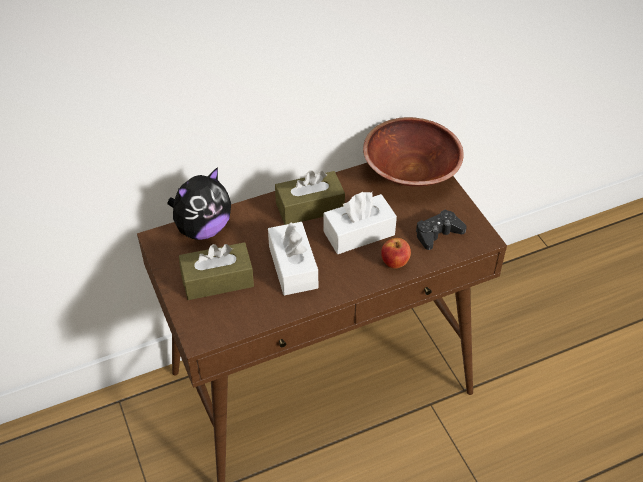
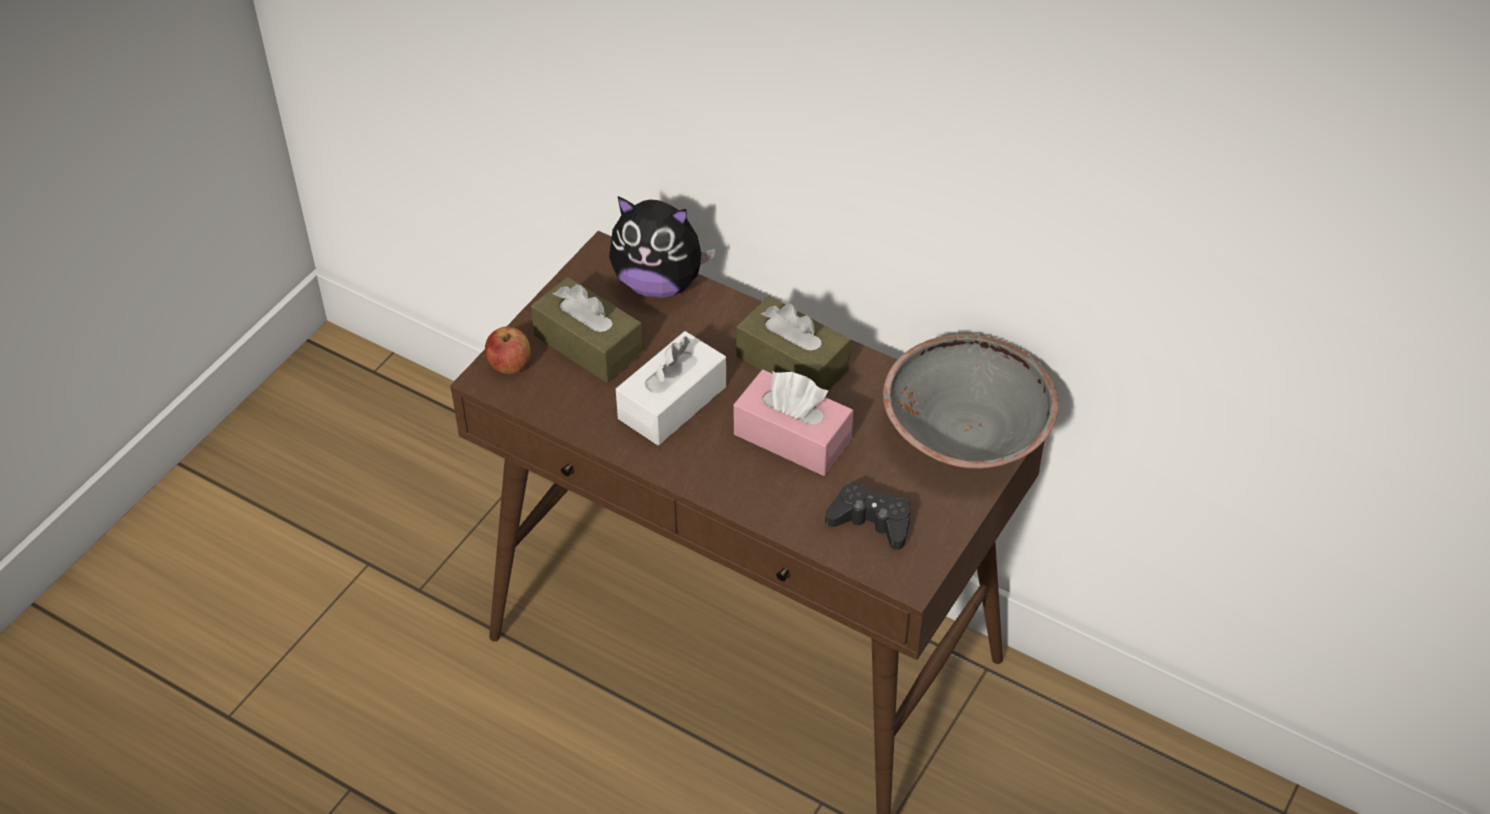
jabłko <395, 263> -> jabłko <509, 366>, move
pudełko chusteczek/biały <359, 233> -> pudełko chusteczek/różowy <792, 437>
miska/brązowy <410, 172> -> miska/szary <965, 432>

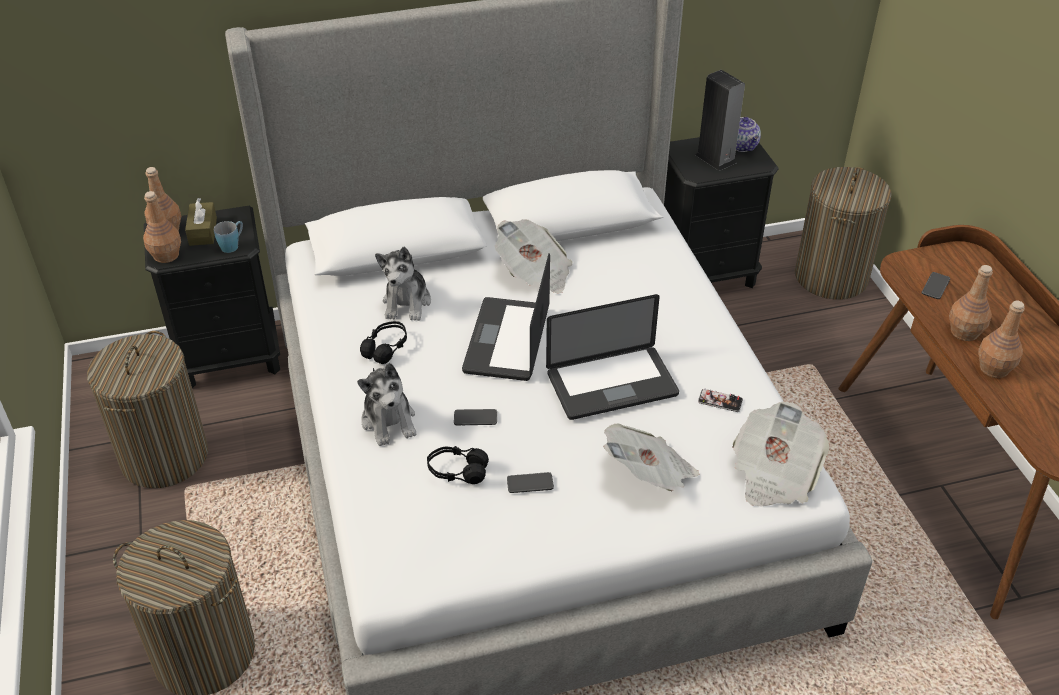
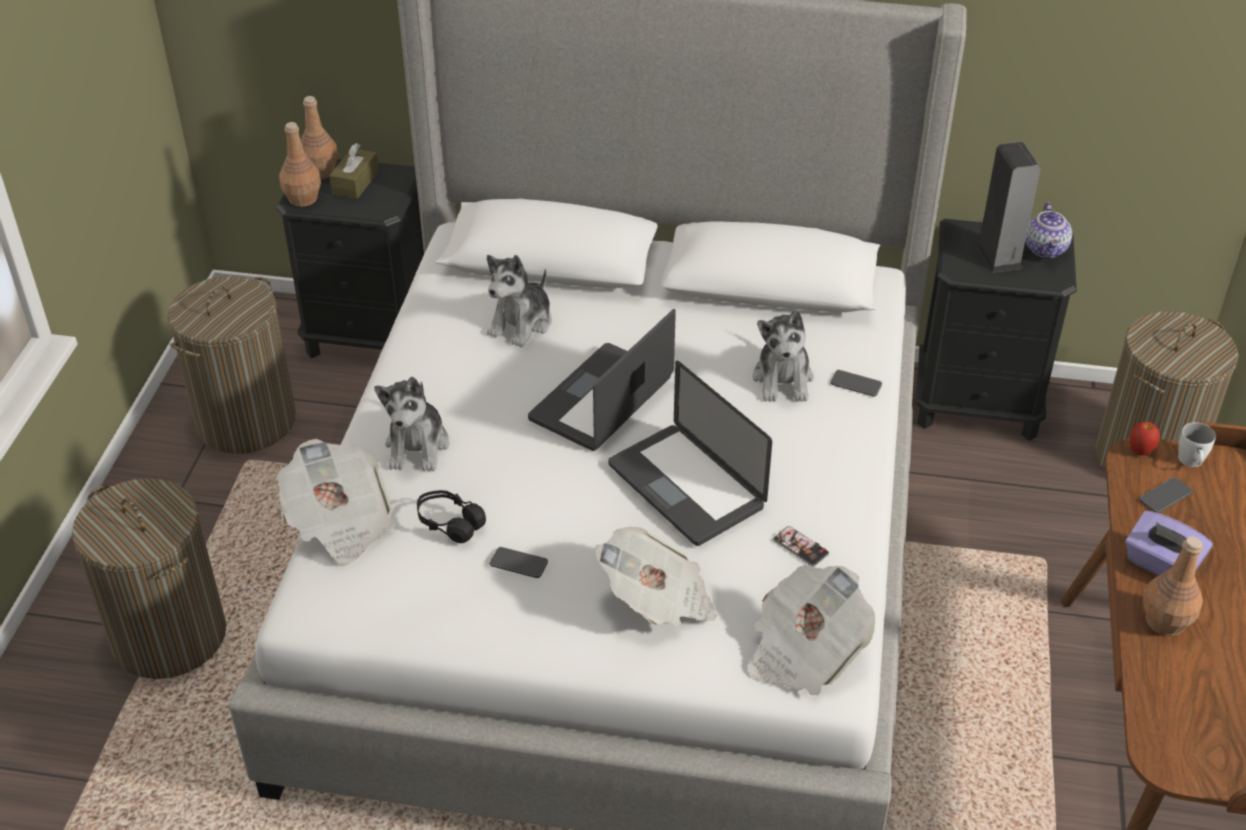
gazeta <534, 273> -> gazeta <339, 522>, move
laptop <612, 384> -> laptop <686, 486>, 45 degrees clockwise
none -> pluszak <783, 379>
telefon <475, 418> -> telefon <856, 384>, move
butelka/brązowy <964, 332> -> pudełko chusteczek/fioletowy <1160, 564>
none -> jabłko <1140, 451>
none -> kubek/biały <1191, 463>
kubek/niebieski <233, 245> -> none
słuchawki/czarny <386, 348> -> none

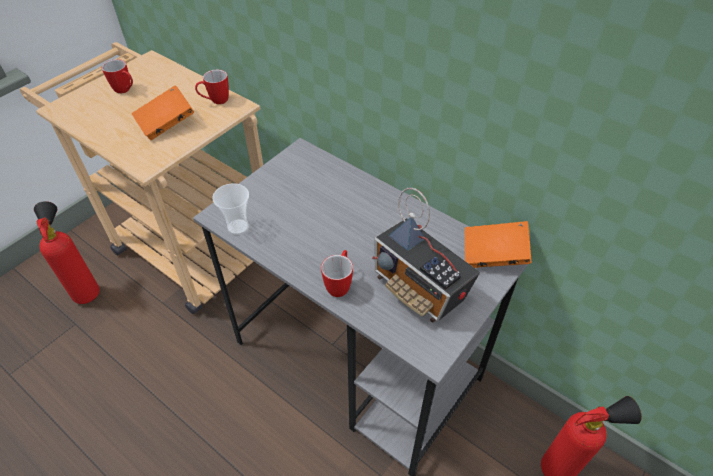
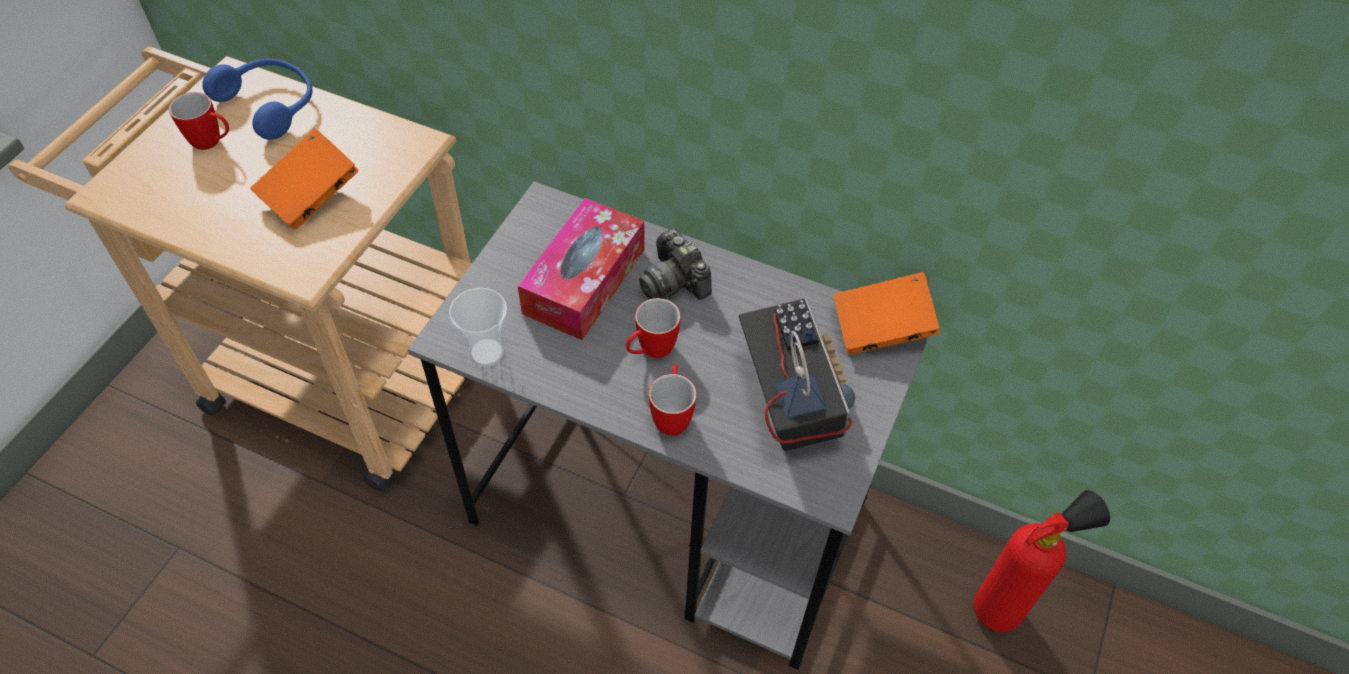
none -> słuchawki/niebieski <271, 104>
none -> pudełko chusteczek <584, 281>
kubek <215, 101> -> kubek <650, 352>, move
none -> aparat fotograficzny <674, 281>
radio <420, 289> -> radio <790, 400>, 135 degrees counterclockwise
gaśnica <86, 290> -> none

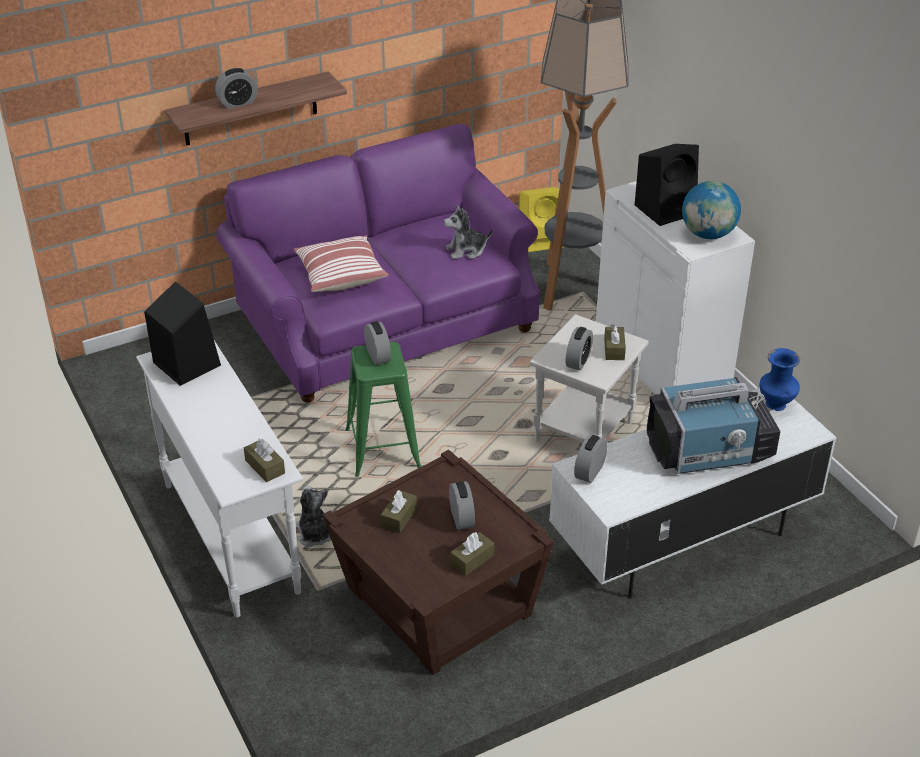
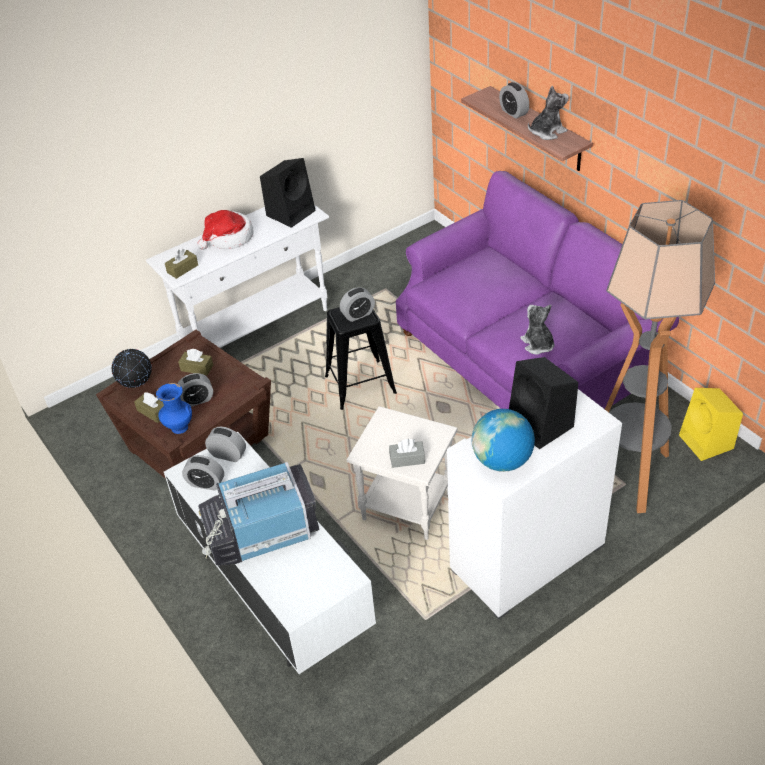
none -> globus <137, 386>
wazon/niebieski <776, 405> -> wazon/niebieski <179, 428>, move
budzik <578, 361> -> budzik <206, 483>, move
none -> kapelusz <228, 238>
telewizor <710, 450> -> telewizor <261, 533>, 90 degrees clockwise
stołek/zielony <382, 449> -> stołek/czarny <360, 385>
pudełko chusteczek/brązowy <614, 349> -> pudełko chusteczek/szary <407, 459>
pluszak <314, 534> -> pluszak <547, 132>, move
poduszka <340, 275> -> none

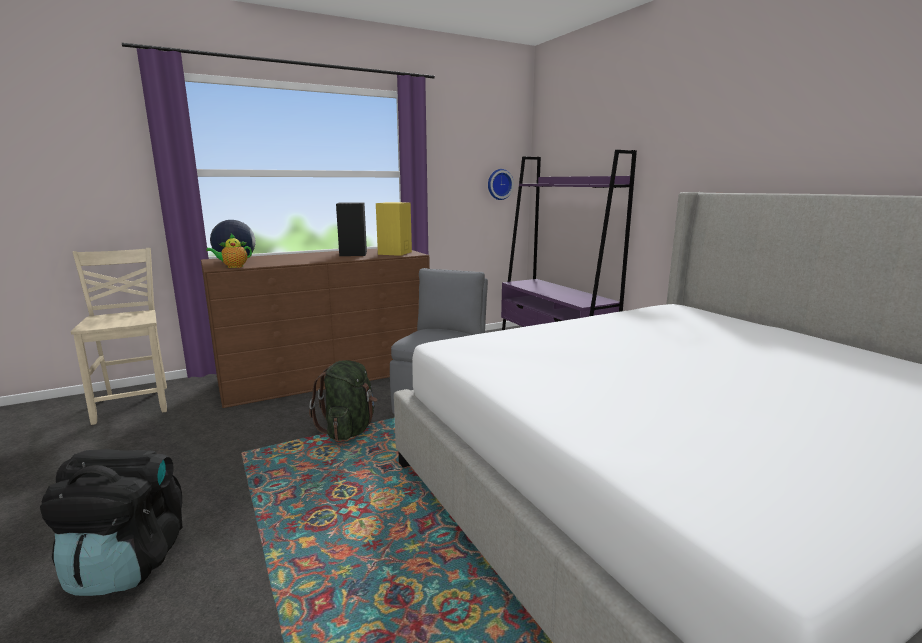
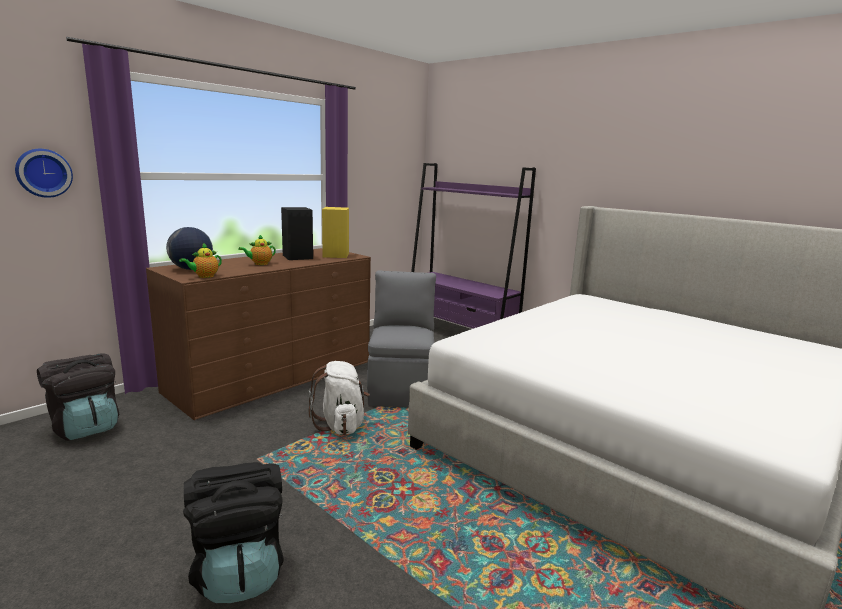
zegar ścienny <499, 184> -> zegar ścienny <43, 173>, move
krzesło/beżowy <135, 403> -> plecak/czarny <86, 427>
none -> imbryk <259, 264>
plecak/zielony <349, 430> -> plecak/biały <341, 425>

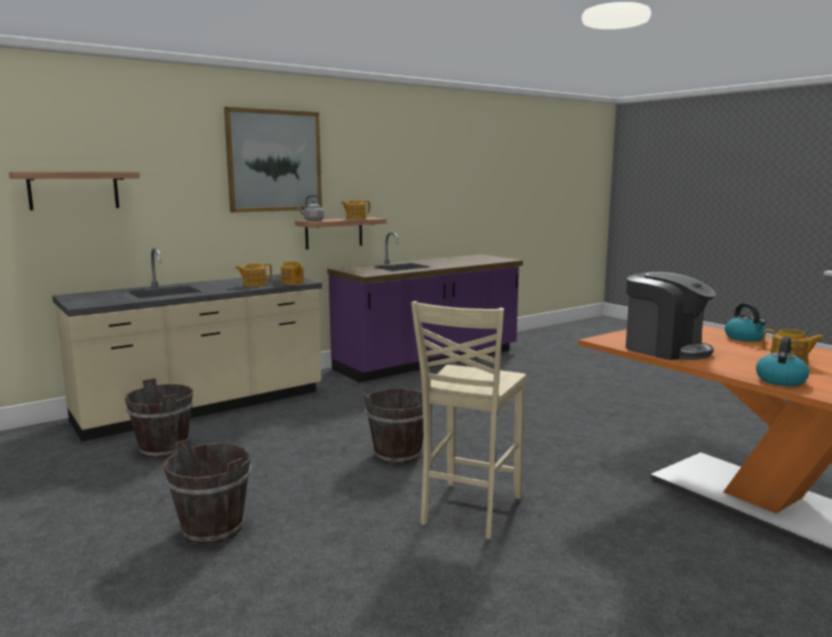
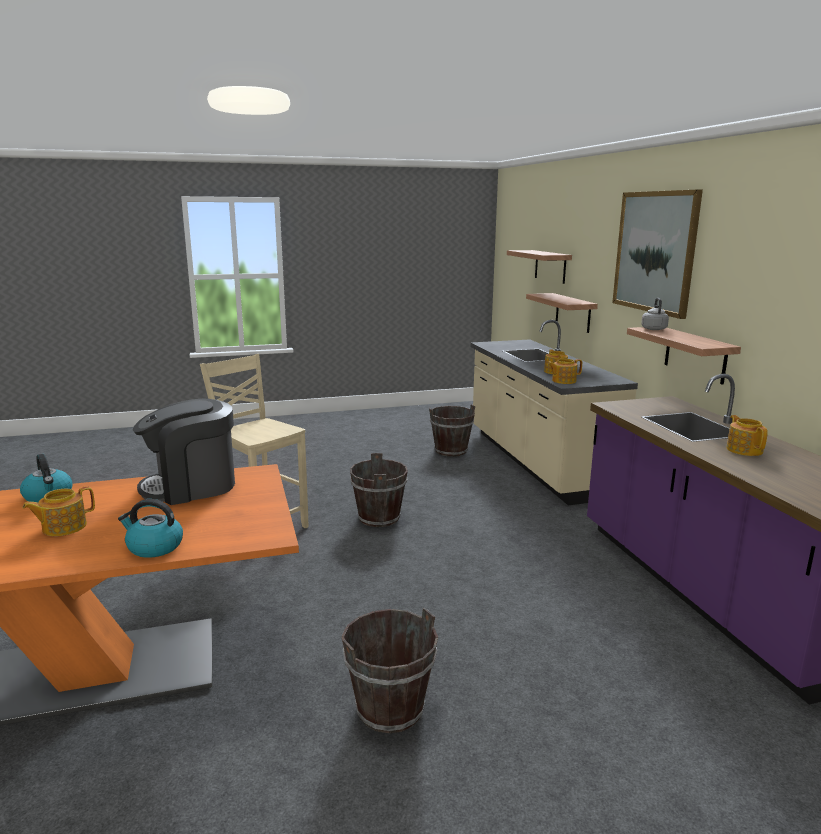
wiadro/brązowy <212, 529> -> wiadro/brązowy <390, 708>, move
none -> półka <573, 312>
imbryk <355, 218> -> imbryk <744, 450>, move

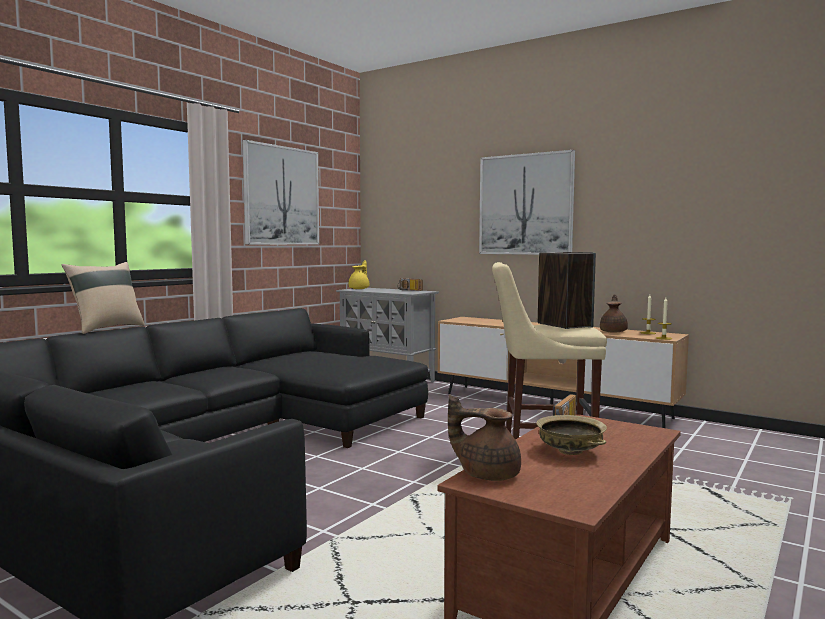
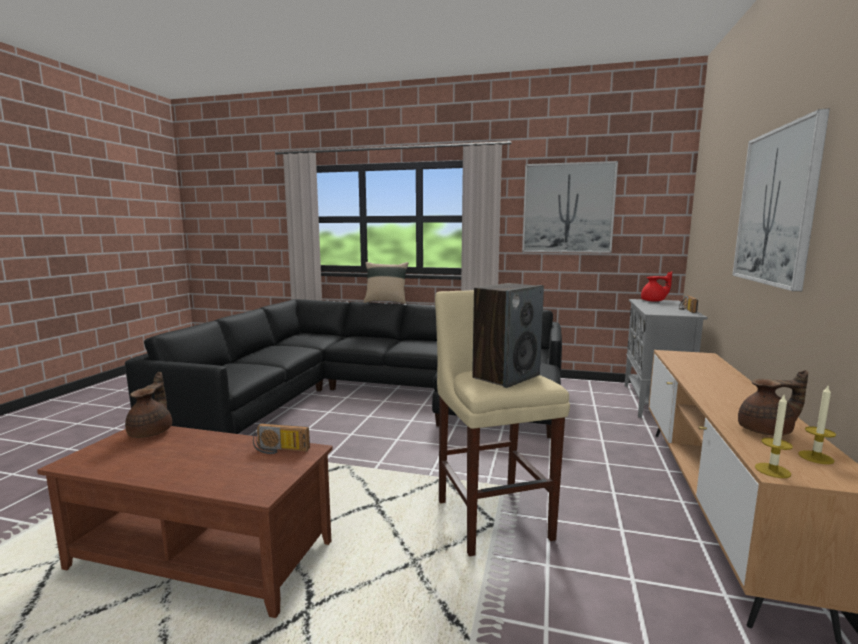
imbryk/żółty <359, 289> -> imbryk/czerwony <654, 301>
miska/beżowy <570, 451> -> none

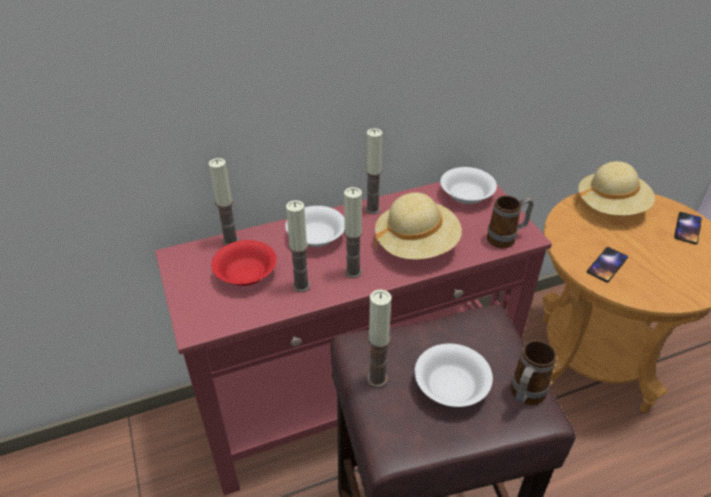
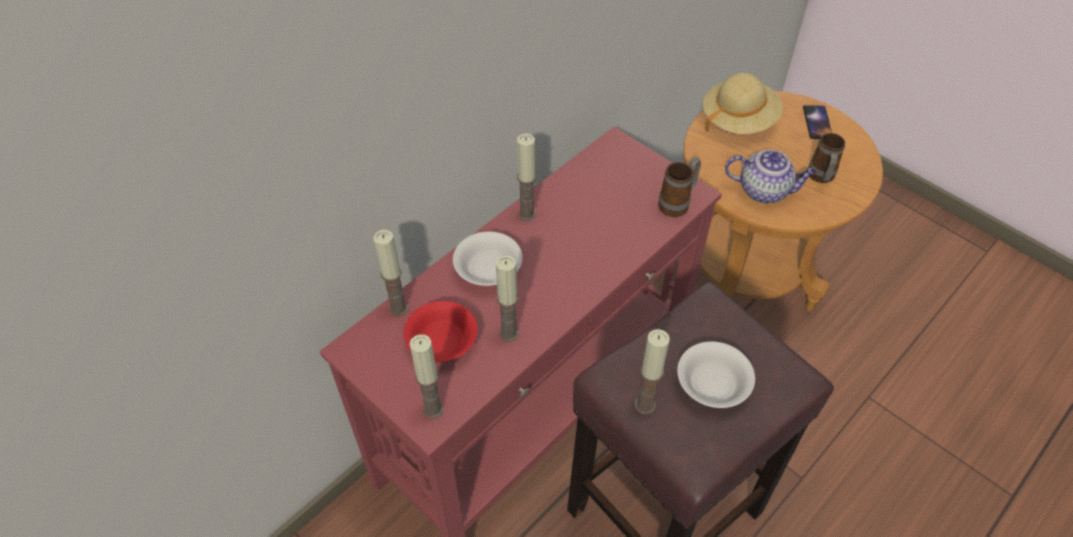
świeca <353, 272> -> świeca <433, 409>, move
telefon <607, 265> -> imbryk <765, 190>
kubek <524, 396> -> kubek <820, 178>, move
kapelusz/beżowy <416, 245> -> none
miska/biały <466, 195> -> none

